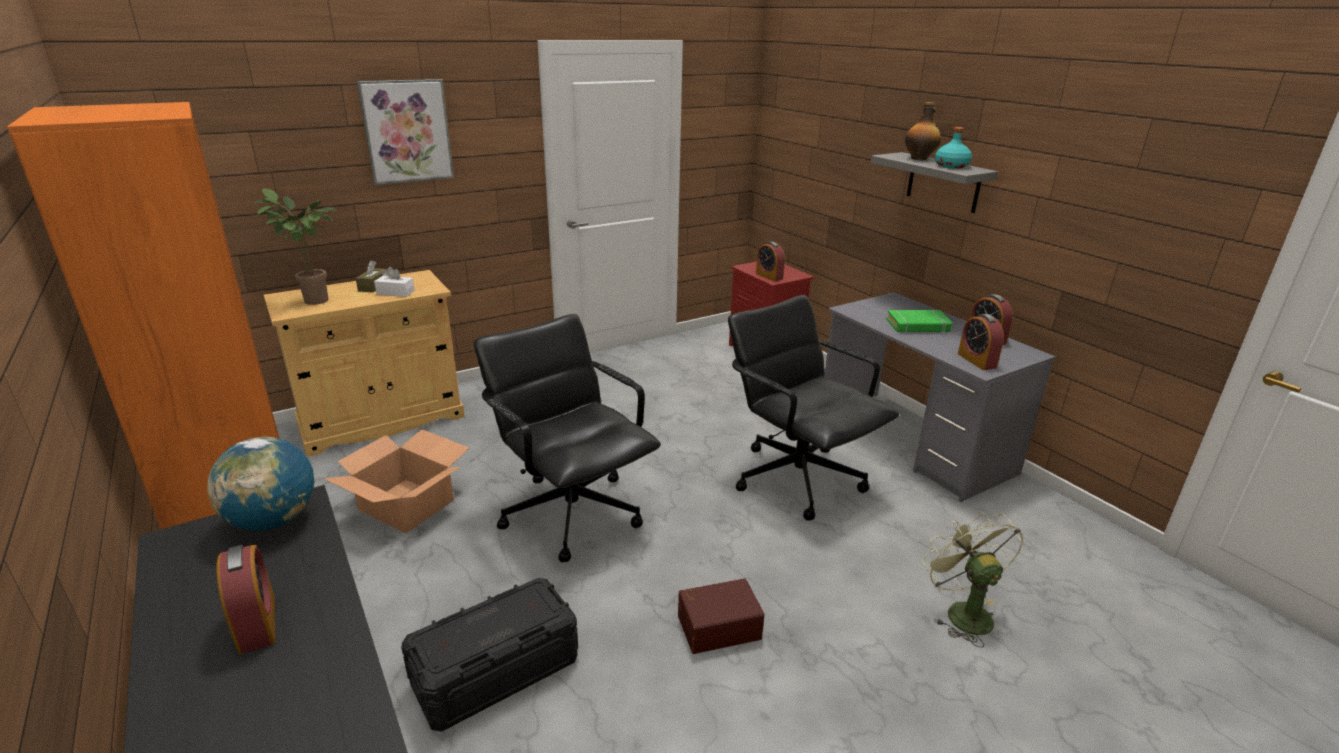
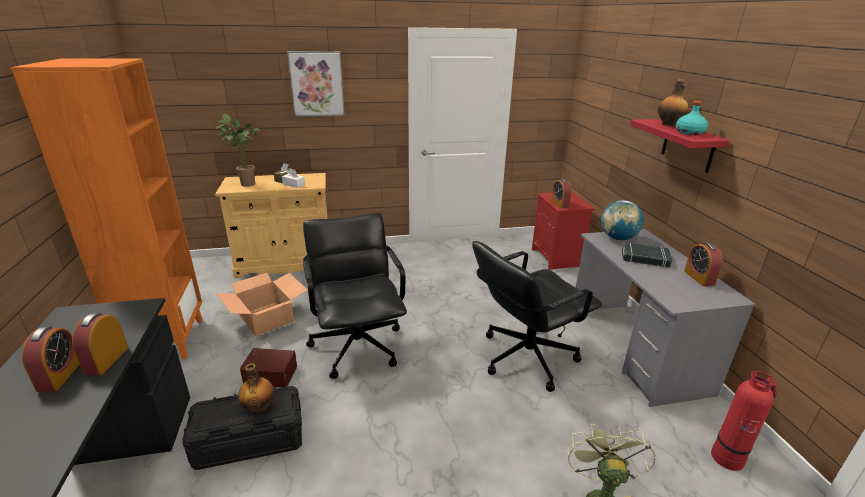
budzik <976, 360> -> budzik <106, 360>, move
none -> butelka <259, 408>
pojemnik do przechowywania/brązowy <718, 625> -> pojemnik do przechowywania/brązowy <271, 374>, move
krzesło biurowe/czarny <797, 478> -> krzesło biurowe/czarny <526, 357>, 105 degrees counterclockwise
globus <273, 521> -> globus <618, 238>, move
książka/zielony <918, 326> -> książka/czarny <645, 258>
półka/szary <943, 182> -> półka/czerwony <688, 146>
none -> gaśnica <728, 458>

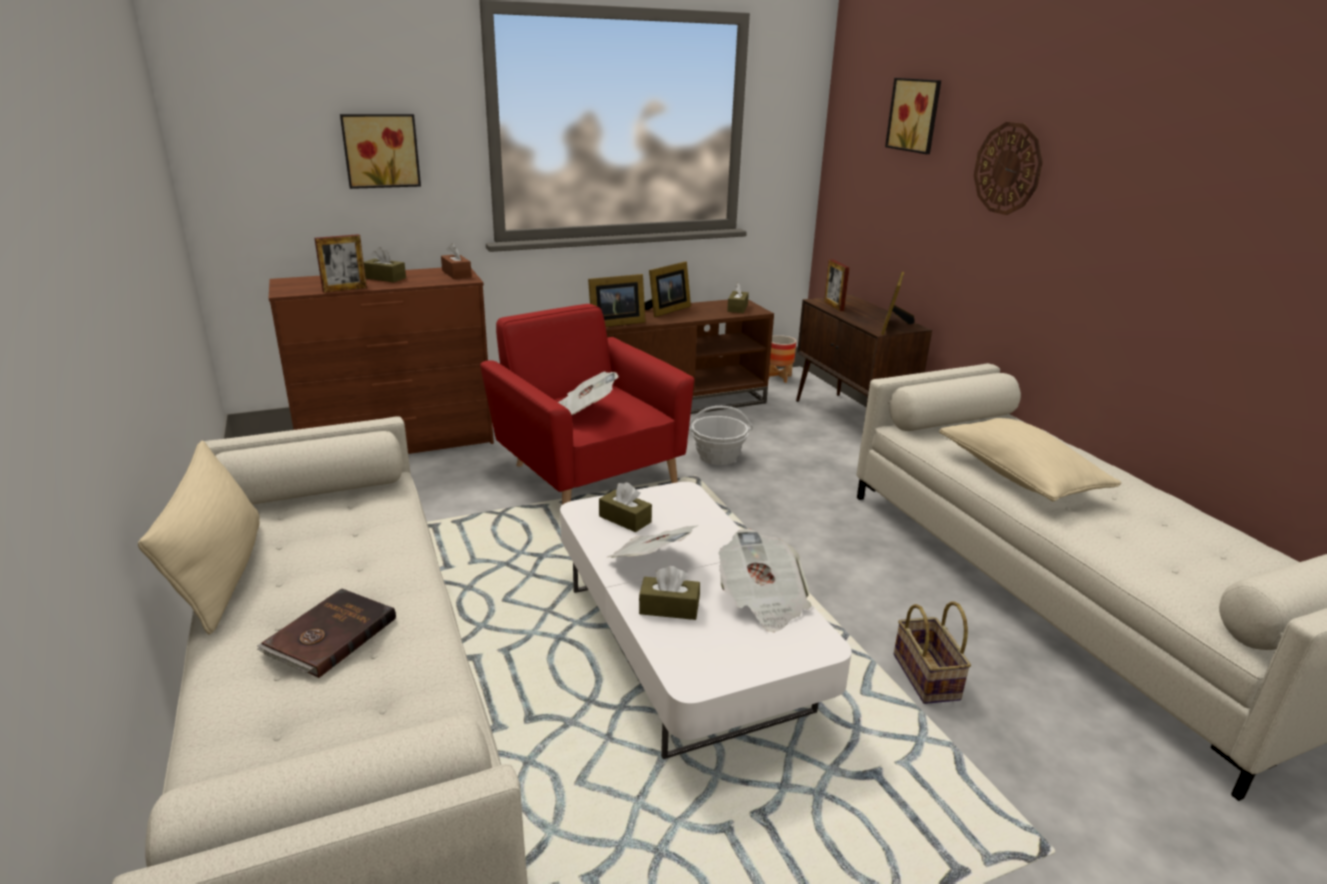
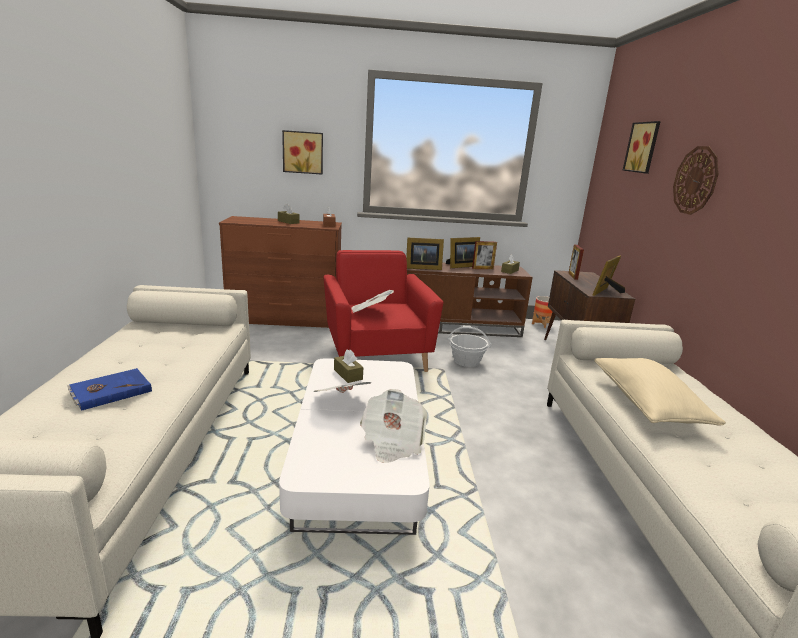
książka/brązowy <329, 635> -> książka/niebieski <110, 391>
ramka na zdjęcie <345, 289> -> ramka na zdjęcie <482, 268>, move
poduszka/beżowy <220, 573> -> none
pudełko chusteczek/brązowy <669, 608> -> none
koszyk <928, 678> -> none

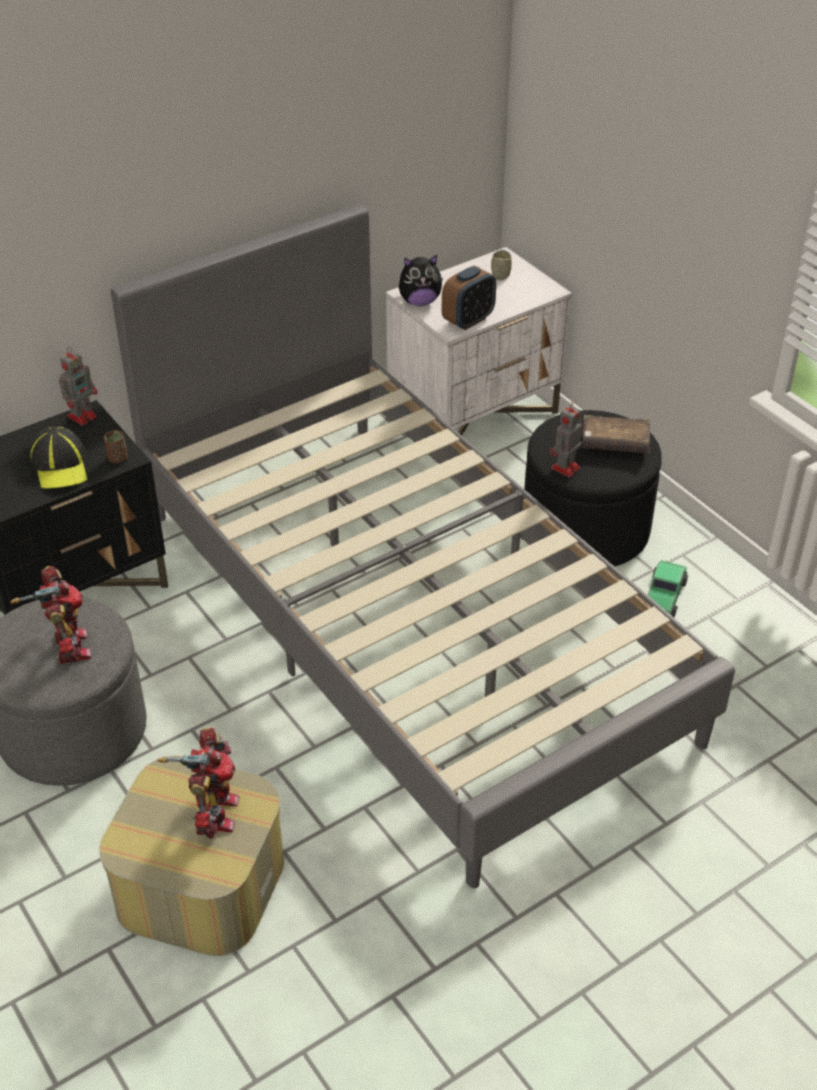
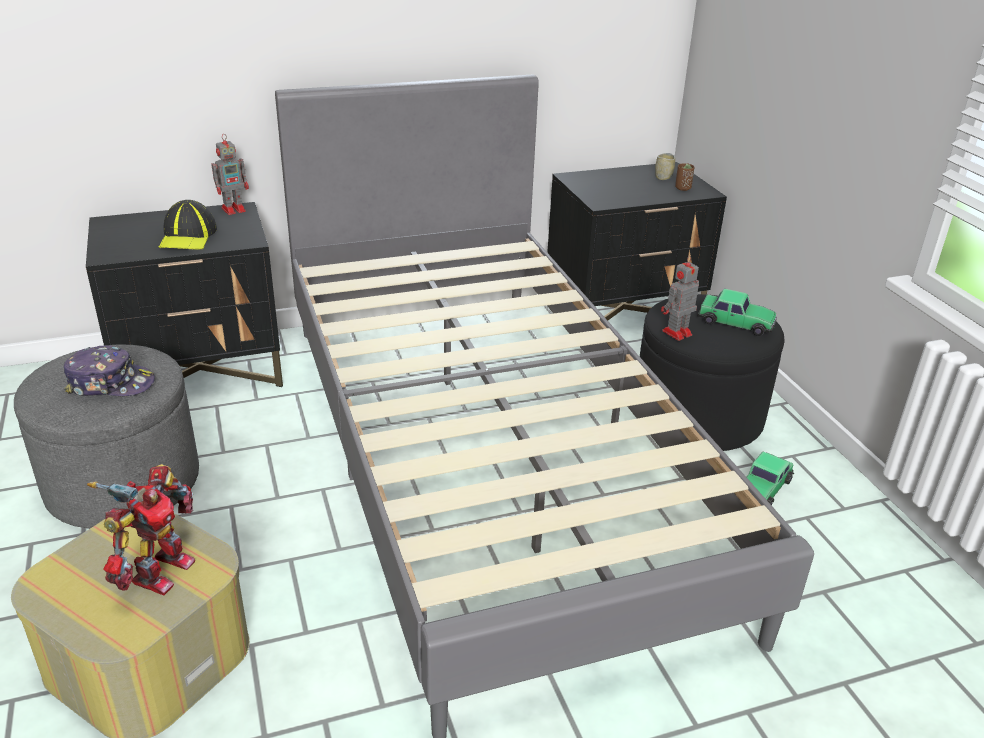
robot zabawkowy <68, 648> -> czapka z daszkiem <111, 384>
szafka nocna/biały <474, 413> -> szafka nocna/czarny <623, 310>
filiżanka/brązowy <117, 458> -> filiżanka/brązowy <682, 188>, move
książka/brązowy <615, 443> -> samochodzik <736, 322>
pluszak <419, 302> -> none
budzik <468, 320> -> none

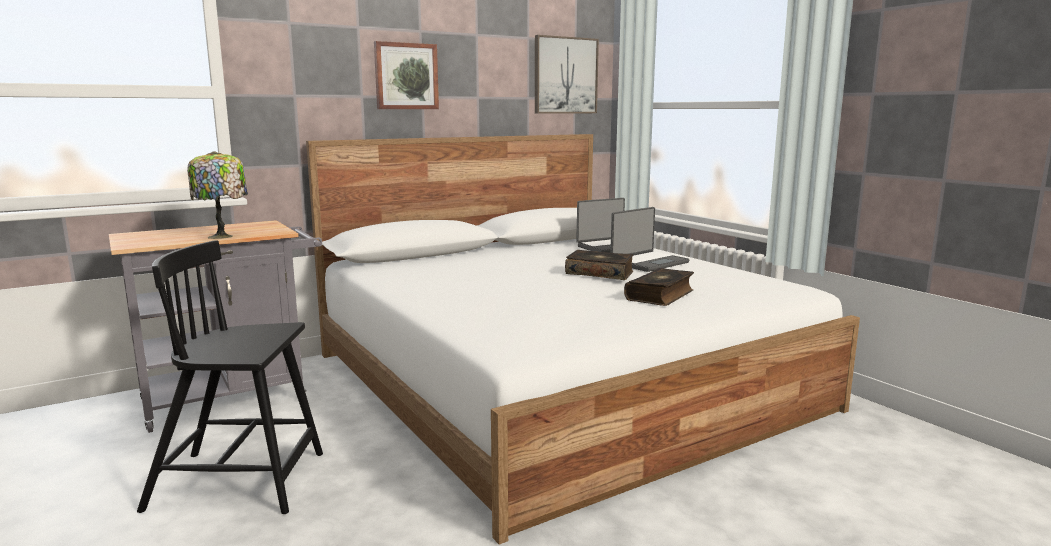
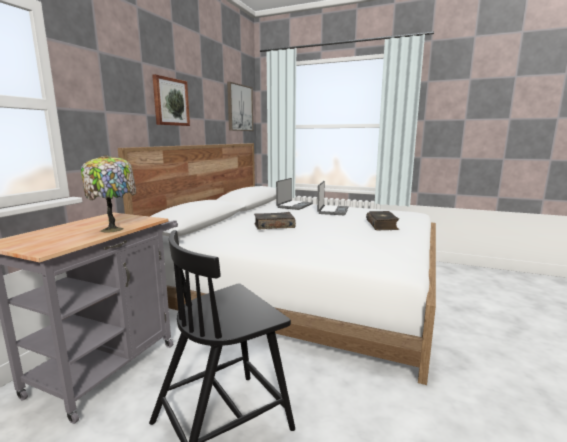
książka <599, 273> -> książka <274, 226>, move

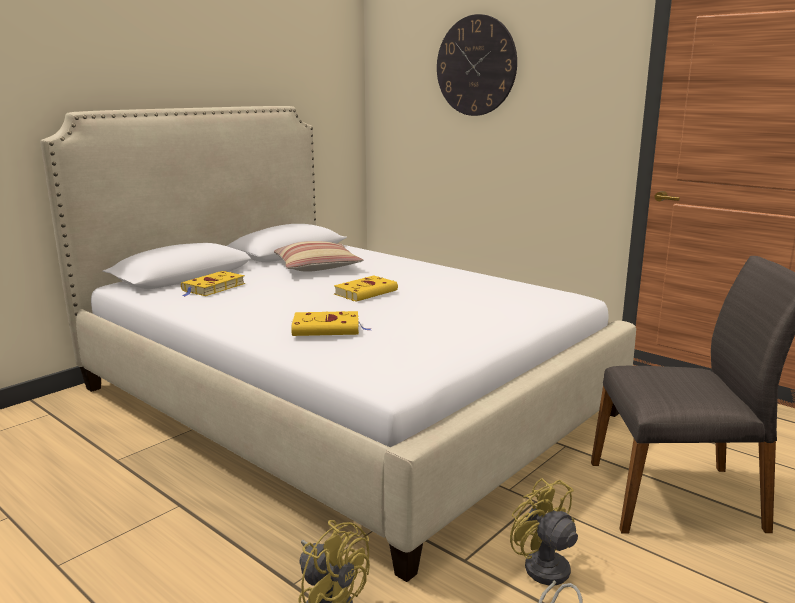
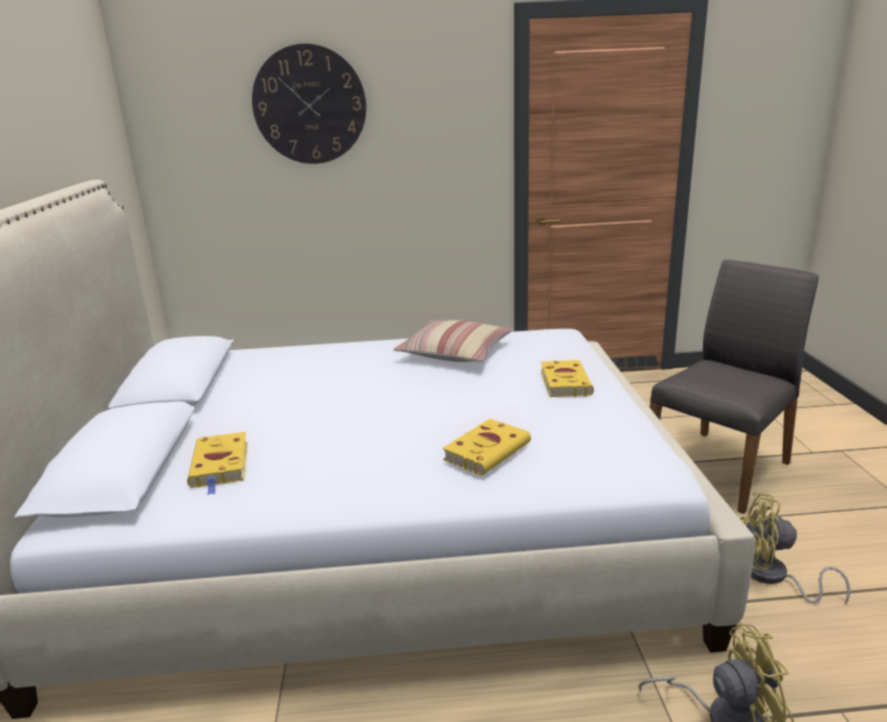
poduszka <316, 267> -> poduszka <455, 352>, move
książka/żółty <367, 292> -> książka/żółty <564, 382>, move

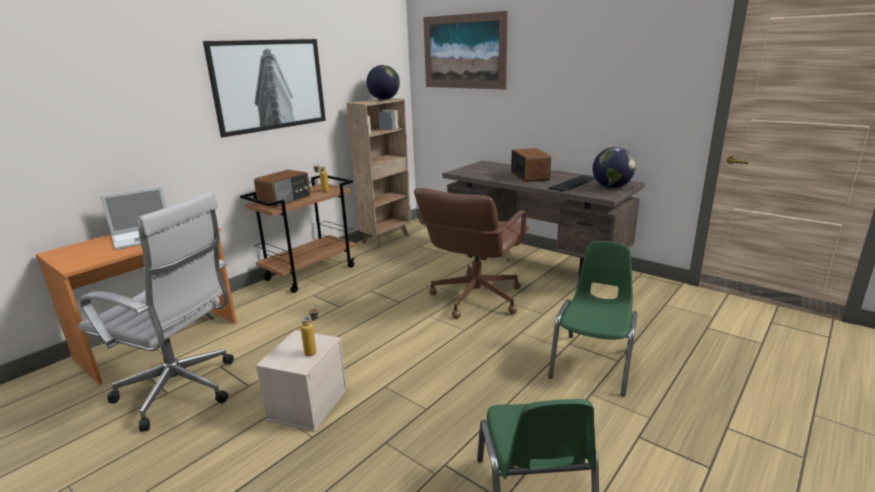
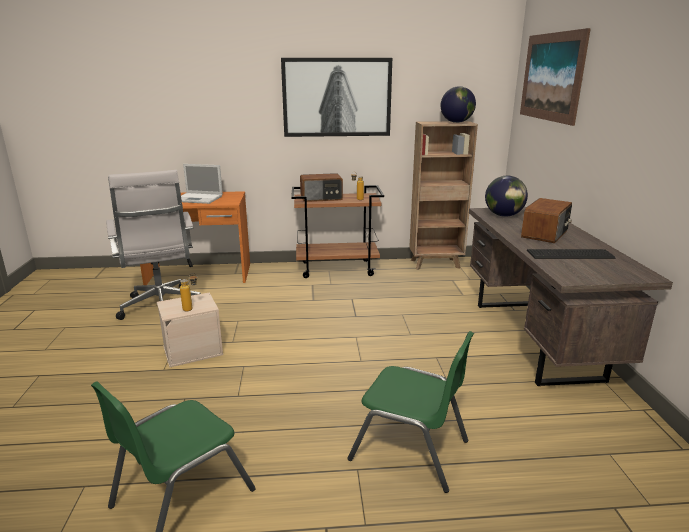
krzesło/zielony <593, 363> -> krzesło/zielony <410, 450>, 45 degrees clockwise
globus <612, 187> -> globus <504, 215>, move
krzesło biurowe/brązowy <475, 298> -> none

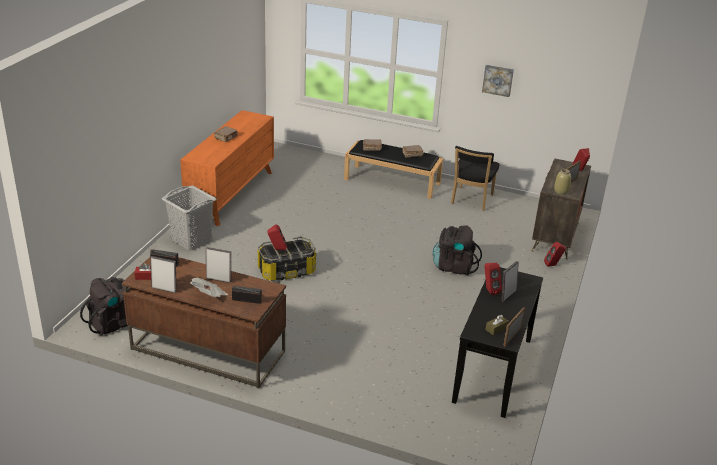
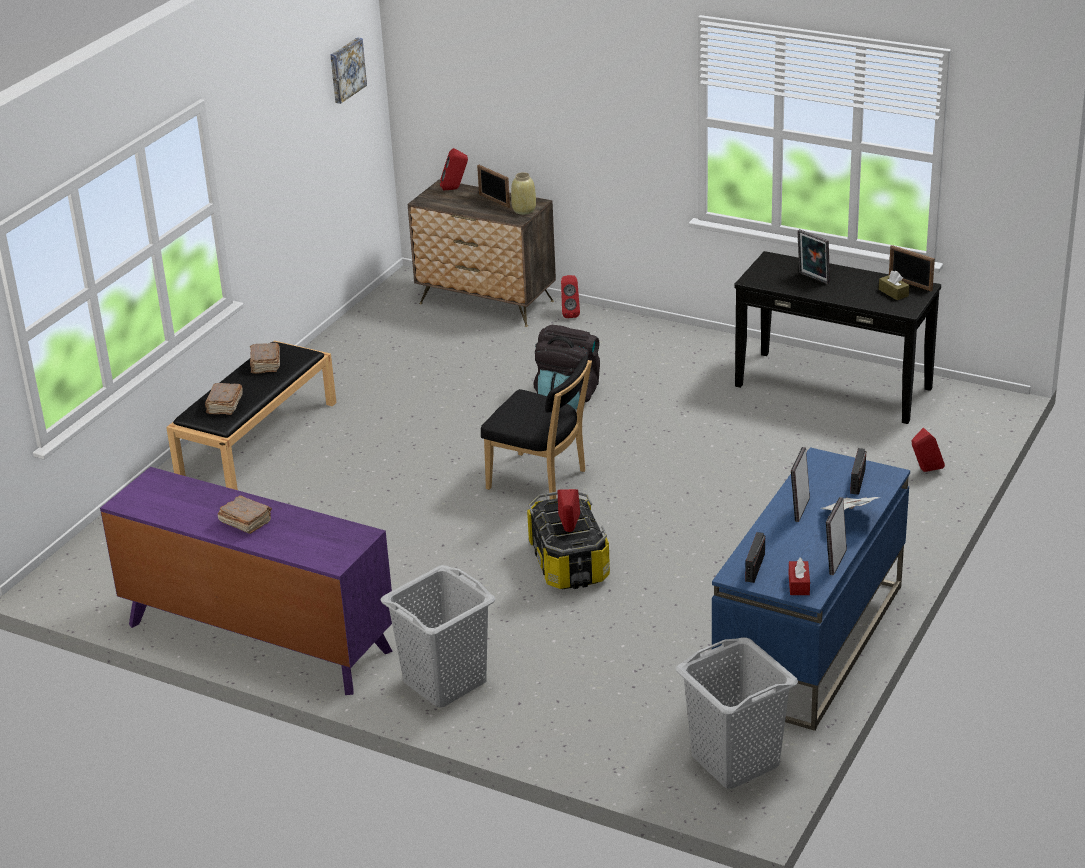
komoda/pomarańczowy <231, 194> -> komoda/fioletowy <257, 637>
obraz <498, 80> -> obraz <346, 69>, move
krzesło/czarny <471, 200> -> krzesło/czarny <541, 481>, move
plecak/czarny <113, 323> -> kosz na pranie/szary <735, 761>
biurko/brązowy <207, 350> -> biurko/niebieski <809, 643>
głośnik/czerwony <489, 290> -> głośnik/czerwony <925, 471>, move

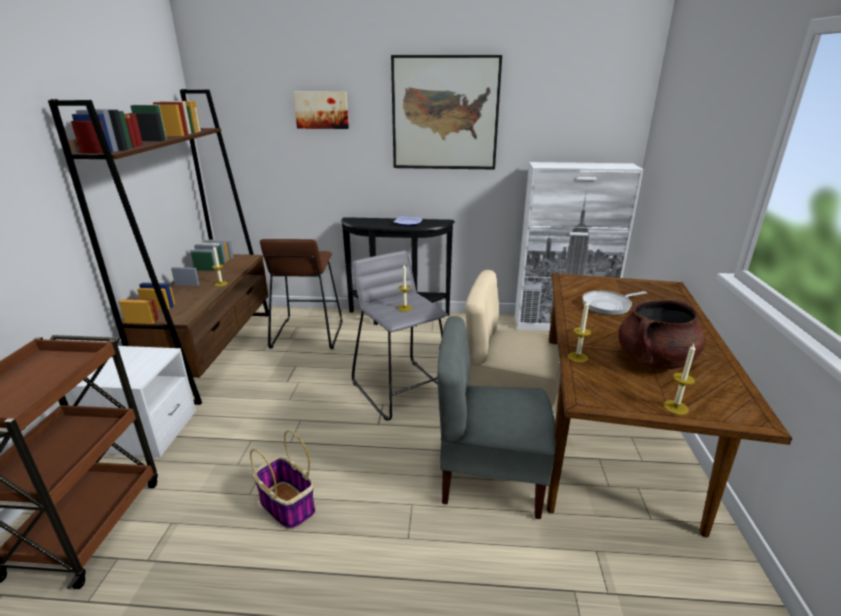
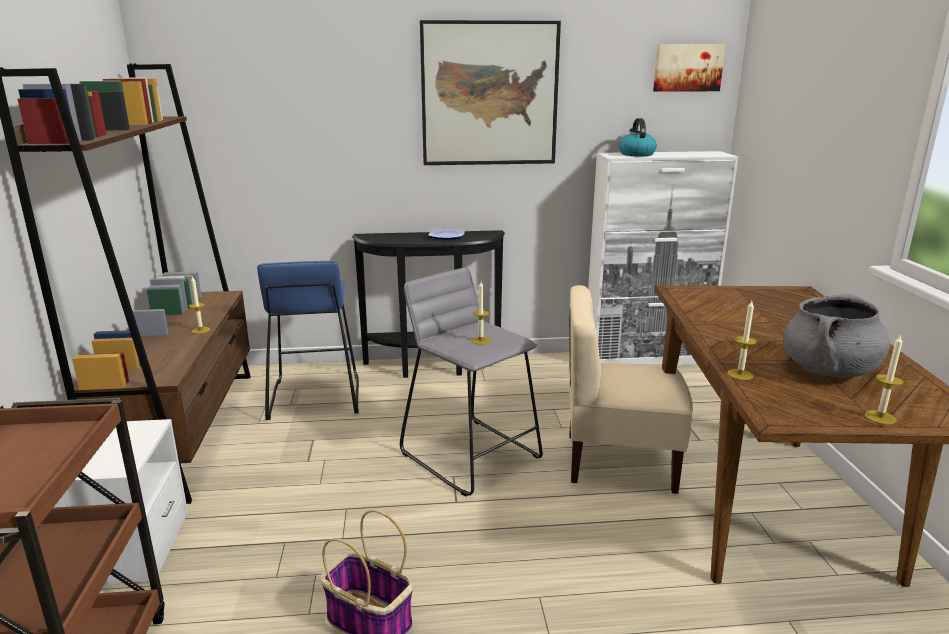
stołek/brązowy <307, 334> -> stołek/niebieski <314, 397>
none -> czajnik <636, 154>
obraz <322, 110> -> obraz <687, 67>, move
garnek/brązowy <654, 360> -> garnek/szary <828, 370>
krzesło/szary <489, 478> -> none
patelnia <609, 305> -> none

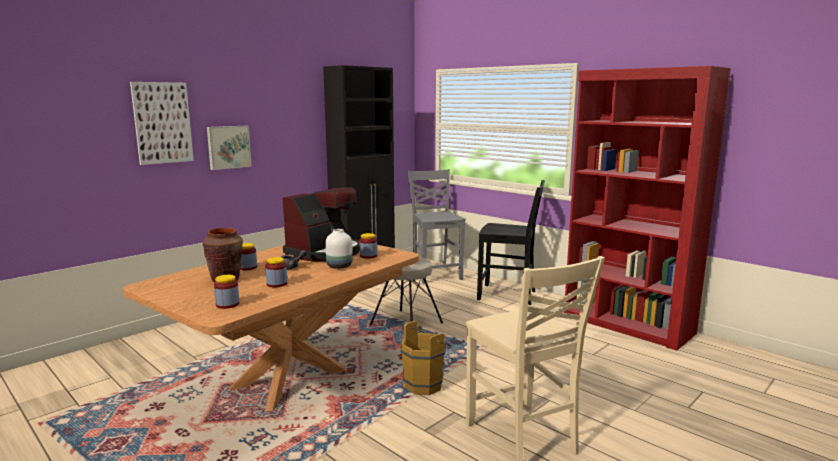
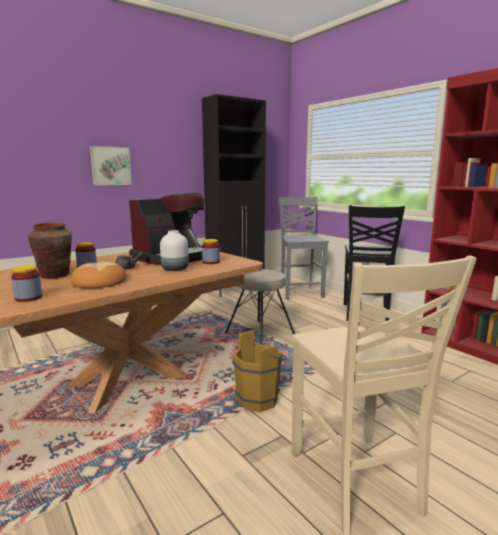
słoik <277, 284> -> chleb <98, 281>
krzesło/czarny <508, 295> -> krzesło/czarny <365, 314>, 75 degrees clockwise
obraz <162, 123> -> none

